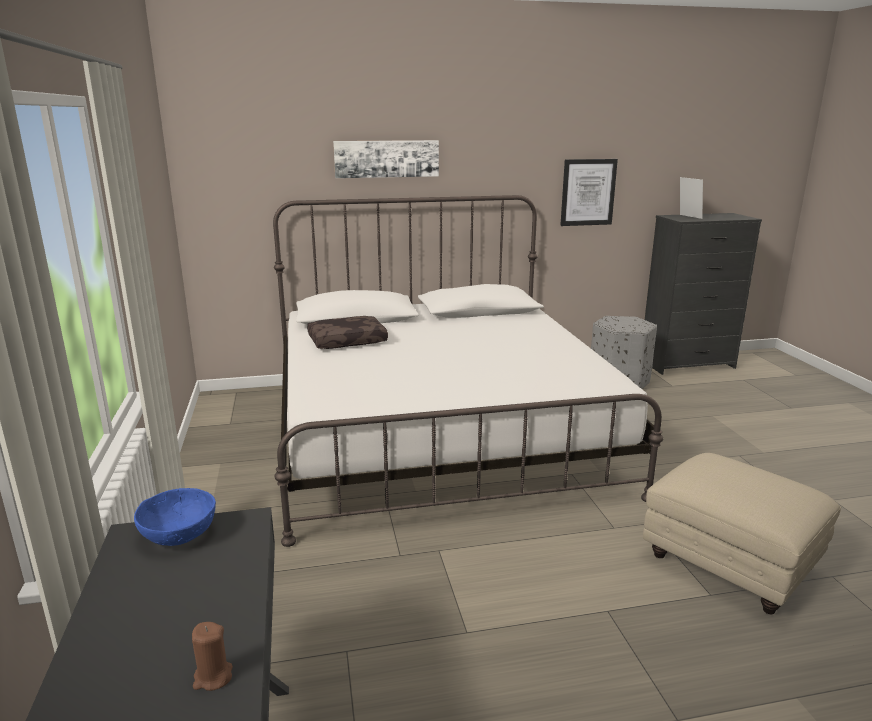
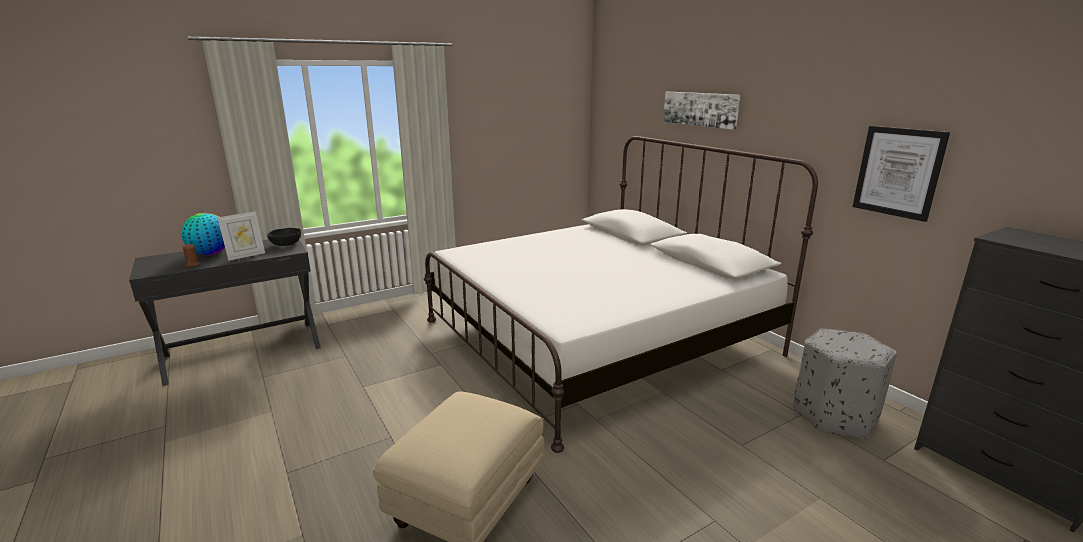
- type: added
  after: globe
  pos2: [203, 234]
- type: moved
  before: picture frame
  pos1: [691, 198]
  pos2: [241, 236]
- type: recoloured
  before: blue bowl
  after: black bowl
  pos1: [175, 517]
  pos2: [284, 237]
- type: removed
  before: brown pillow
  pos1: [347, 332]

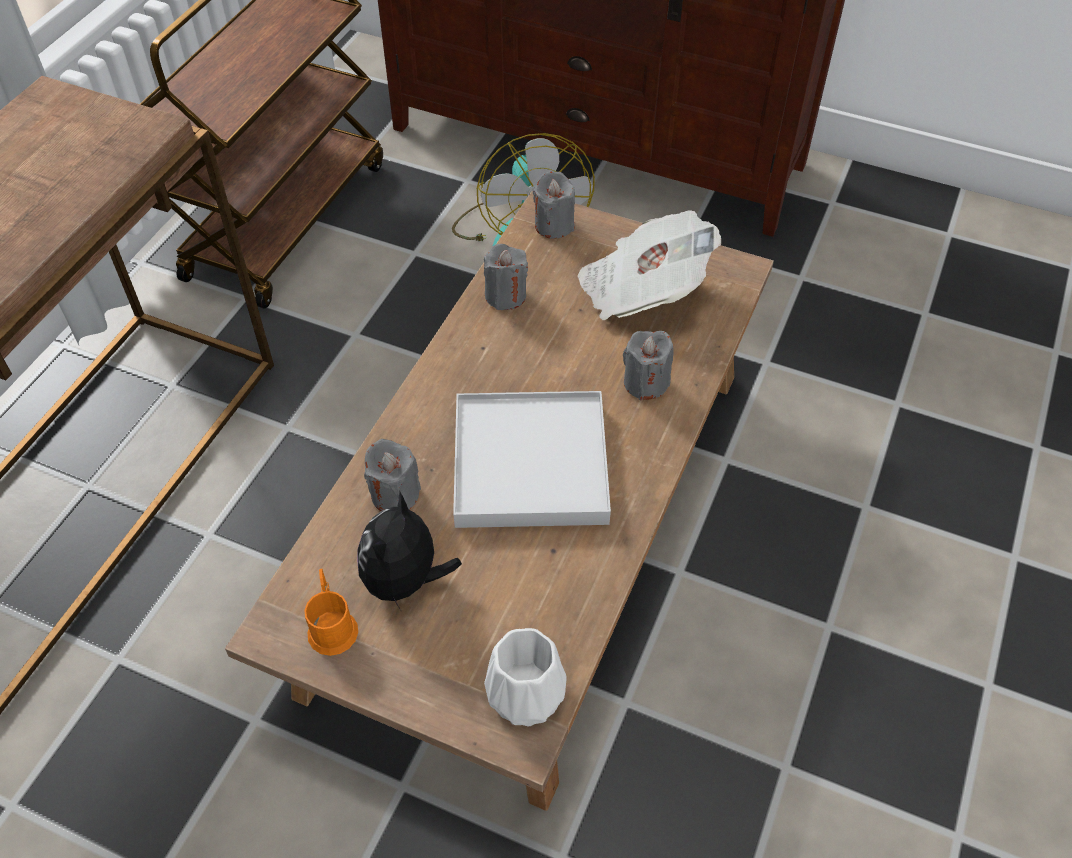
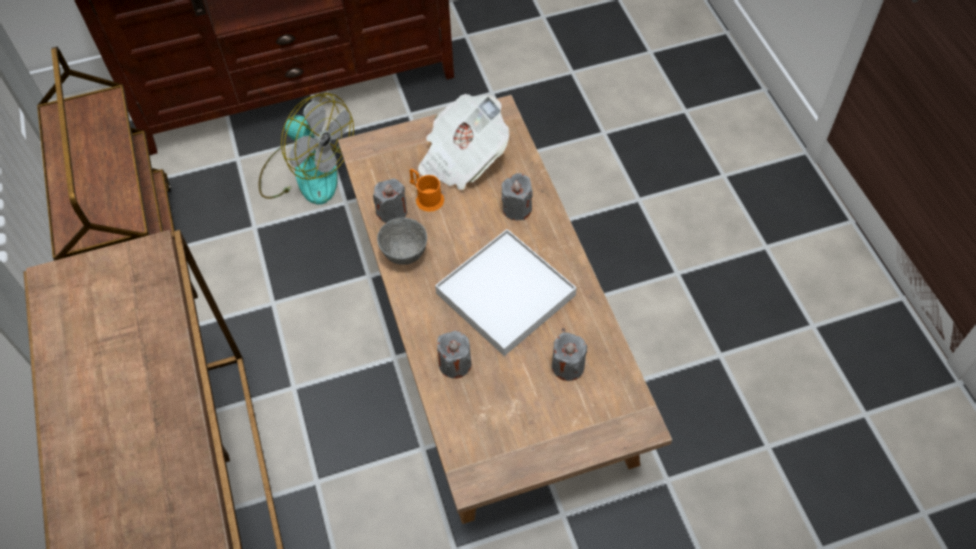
- type: added
  after: grey bowl
  pos2: [402, 241]
- type: moved
  before: orange mug
  pos1: [331, 612]
  pos2: [427, 190]
- type: moved
  before: grey candle
  pos1: [554, 205]
  pos2: [569, 356]
- type: removed
  before: plush toy
  pos1: [410, 551]
- type: removed
  before: white vase
  pos1: [525, 677]

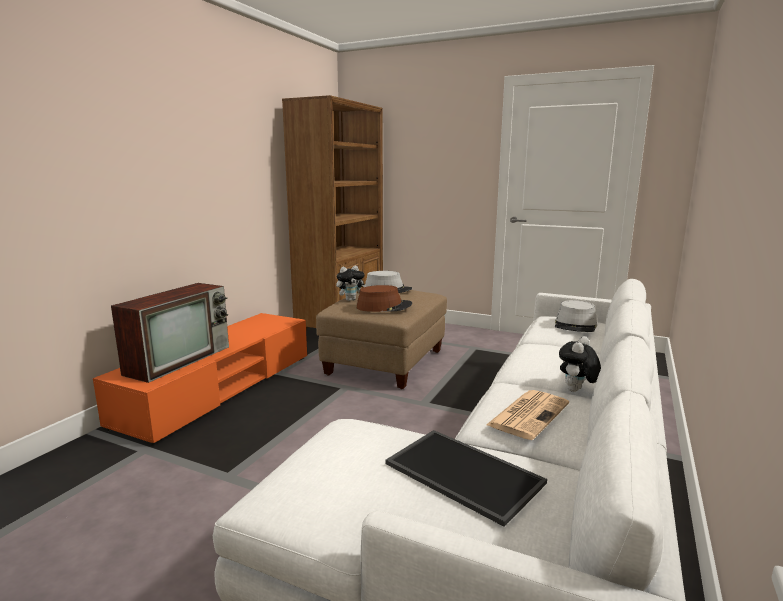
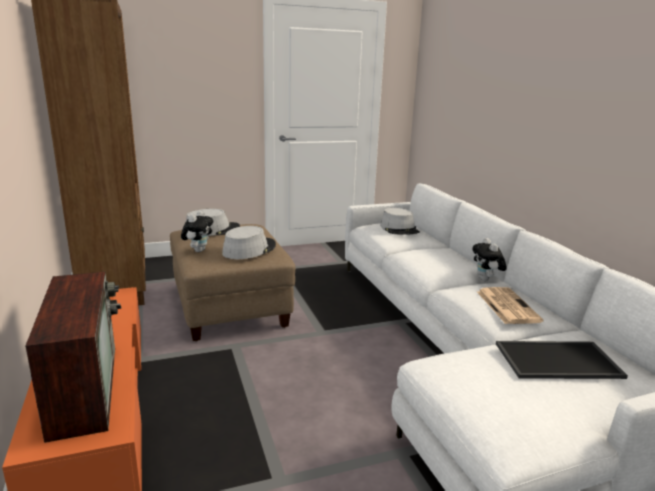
- type: recoloured
  before: brown hat
  after: grey hat
  pos1: [384, 298]
  pos2: [249, 242]

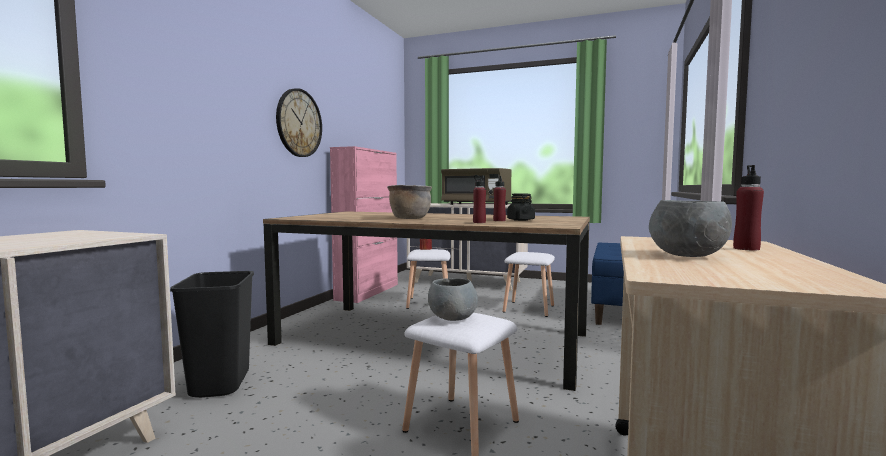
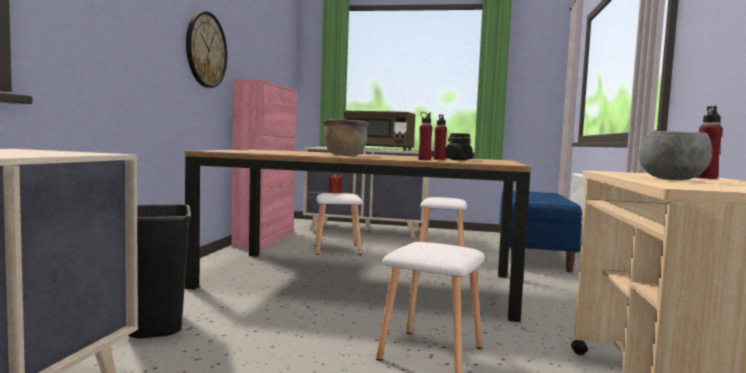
- type: removed
  before: grey bowl
  pos1: [453, 299]

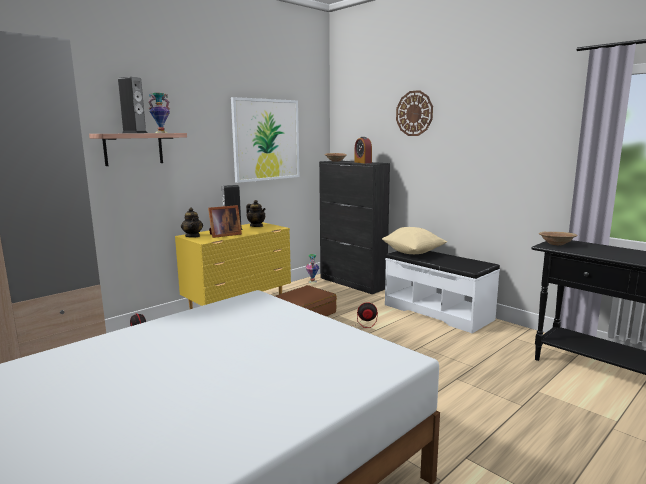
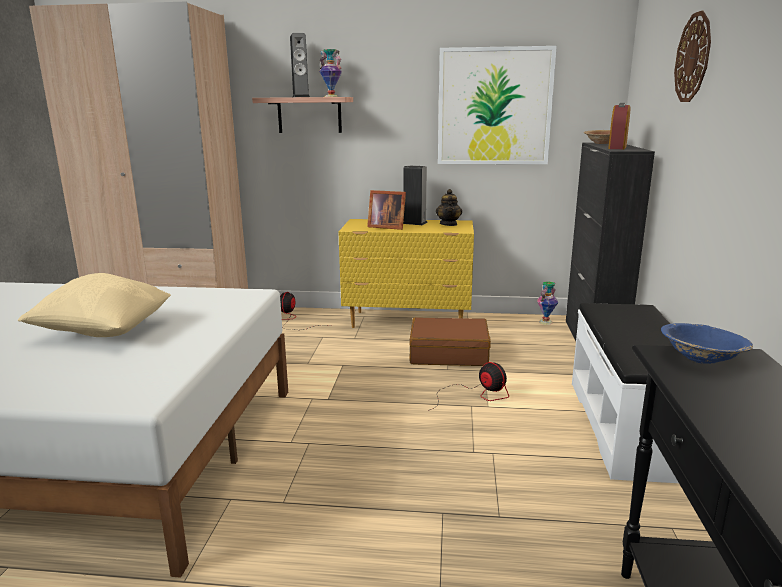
- type: moved
  before: beige pillow
  pos1: [414, 240]
  pos2: [94, 305]
- type: recoloured
  before: brown bowl
  after: blue bowl
  pos1: [558, 238]
  pos2: [707, 343]
- type: removed
  before: teapot
  pos1: [192, 222]

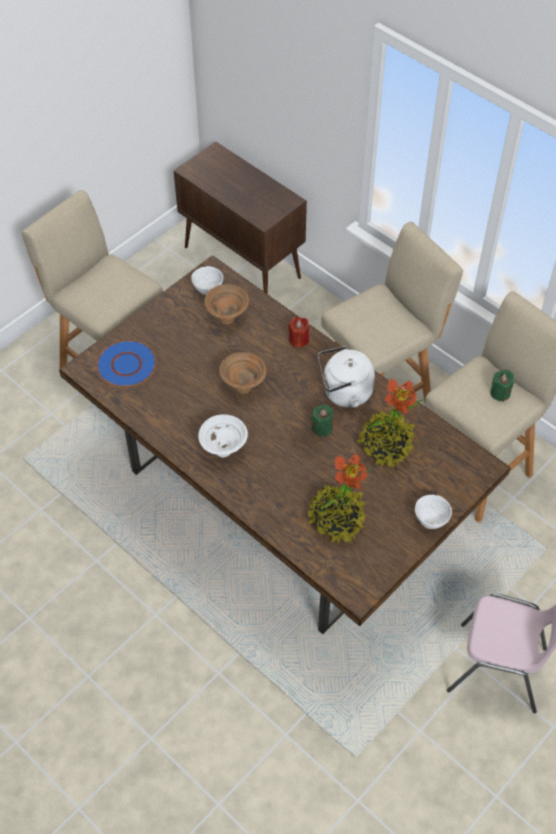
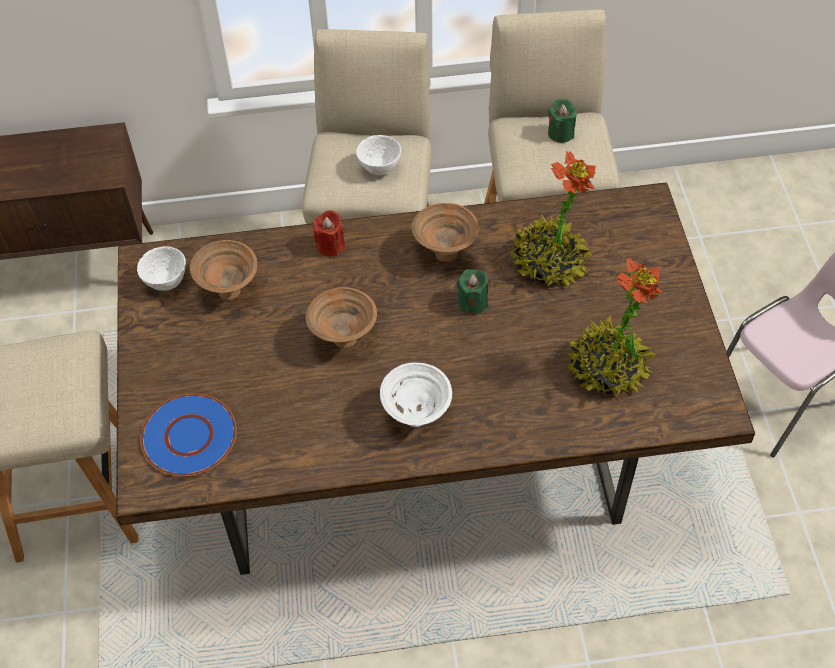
- type: moved
  before: white bowl
  pos1: [433, 512]
  pos2: [378, 155]
- type: replaced
  before: white kettle
  after: brown bowl
  pos1: [346, 377]
  pos2: [445, 232]

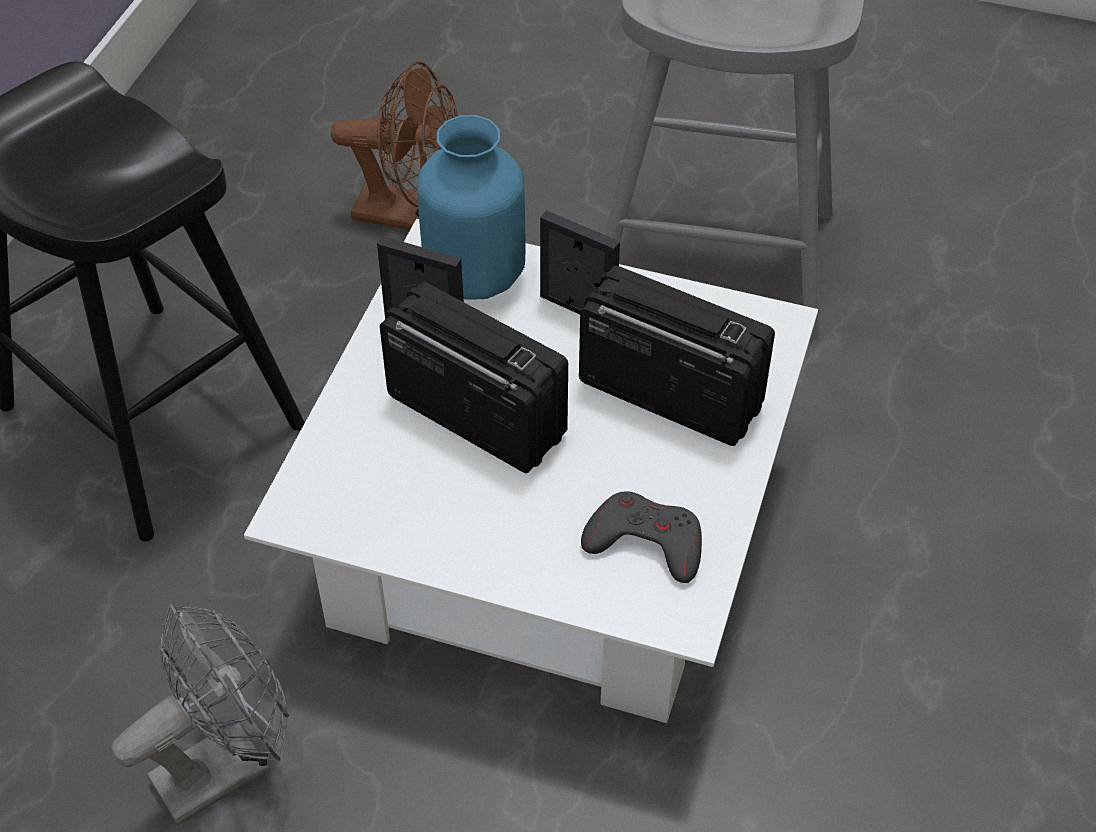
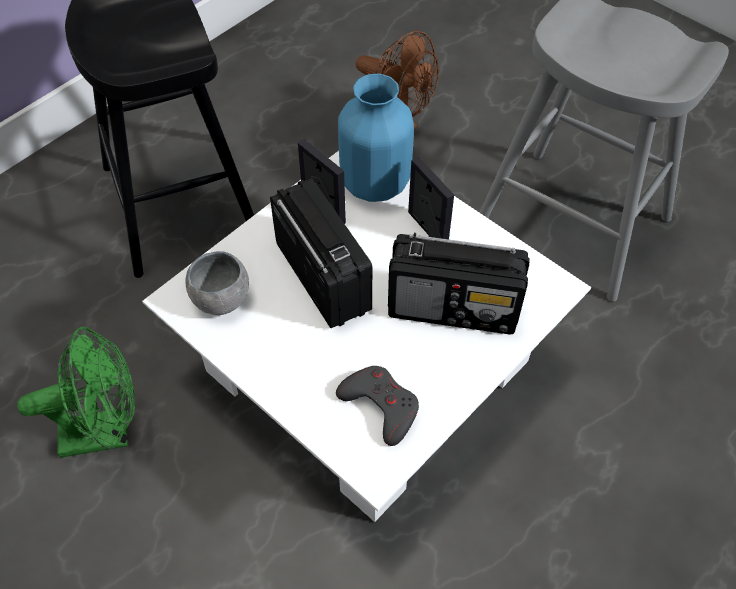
- type: recoloured
  before: grey fan
  after: green fan
  pos1: [200, 714]
  pos2: [76, 392]
- type: added
  after: grey bowl
  pos2: [217, 283]
- type: turned
  before: radio
  pos1: [677, 355]
  pos2: [459, 283]
  turn: 135

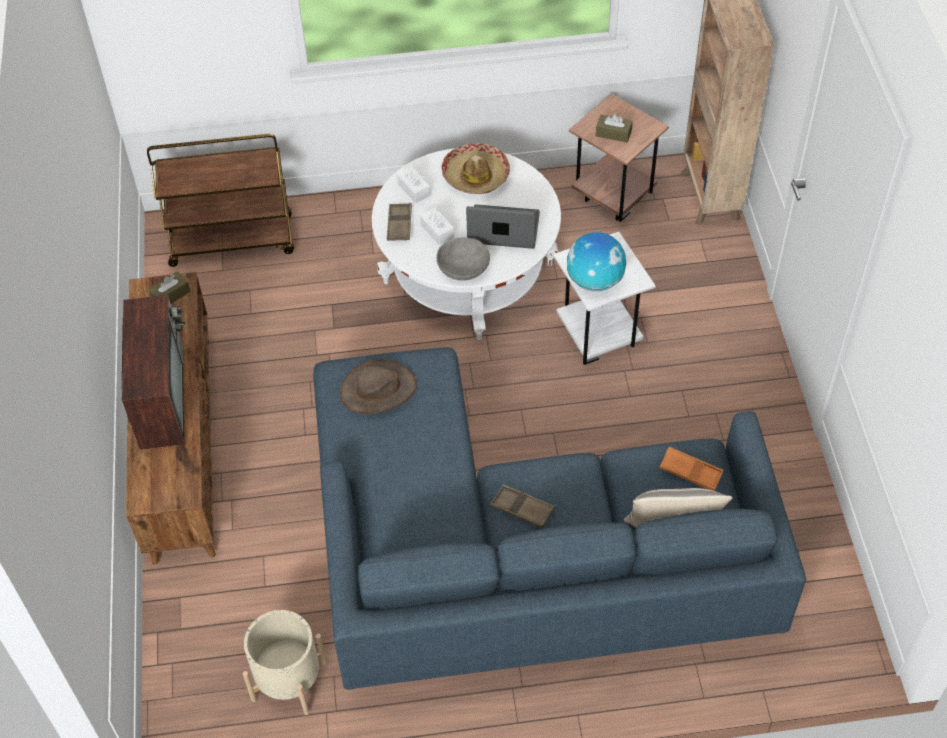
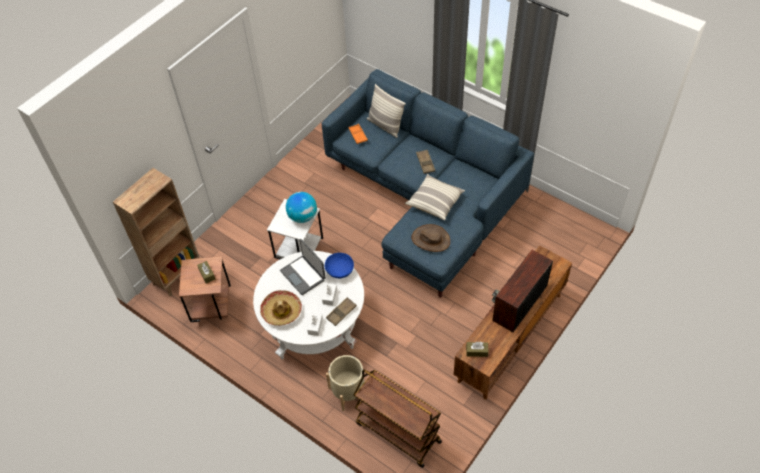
- type: recoloured
  before: grey bowl
  after: blue bowl
  pos1: [463, 259]
  pos2: [339, 265]
- type: moved
  before: beige planter
  pos1: [285, 662]
  pos2: [345, 383]
- type: added
  after: pillow
  pos2: [435, 197]

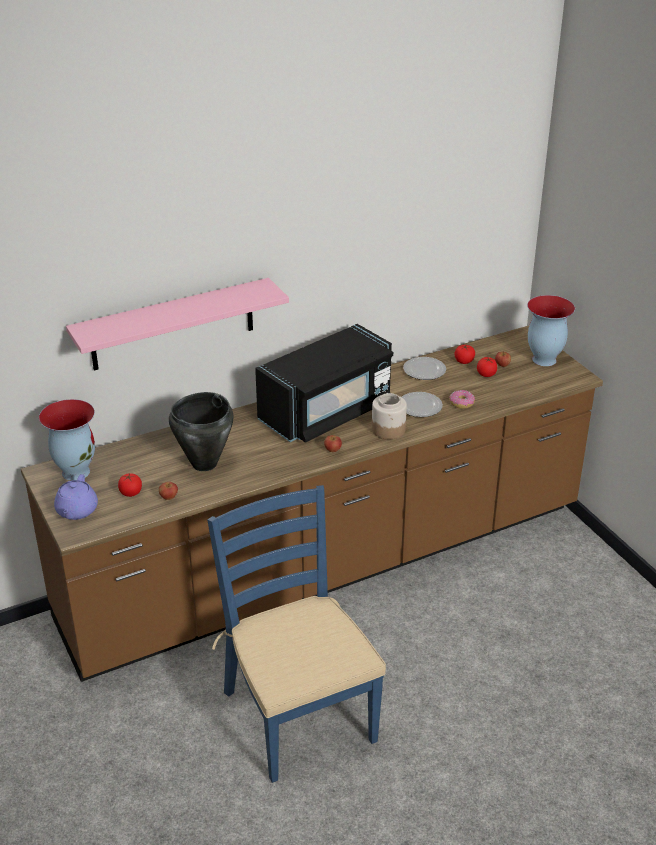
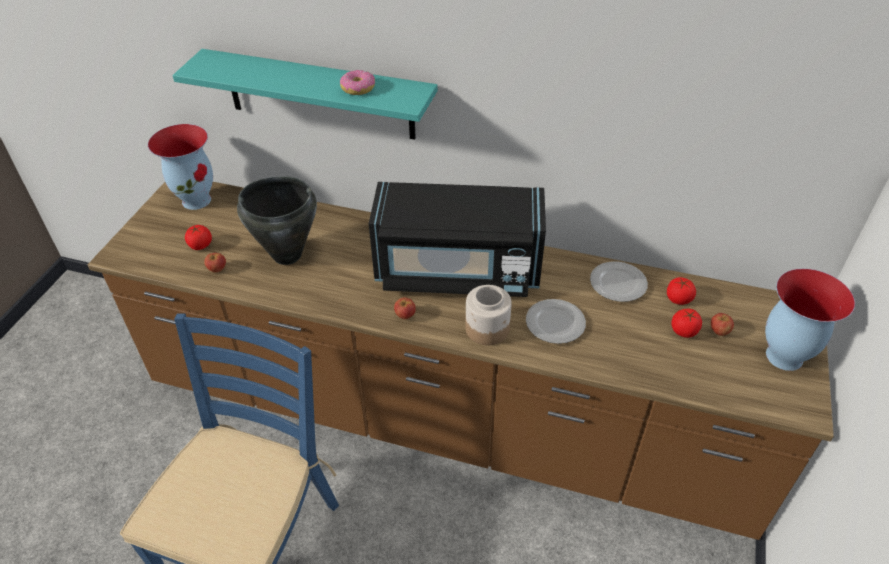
- type: recoloured
  before: pink shelf
  after: turquoise shelf
  pos1: [177, 324]
  pos2: [305, 94]
- type: moved
  before: donut
  pos1: [462, 399]
  pos2: [357, 82]
- type: removed
  before: purple teapot
  pos1: [76, 497]

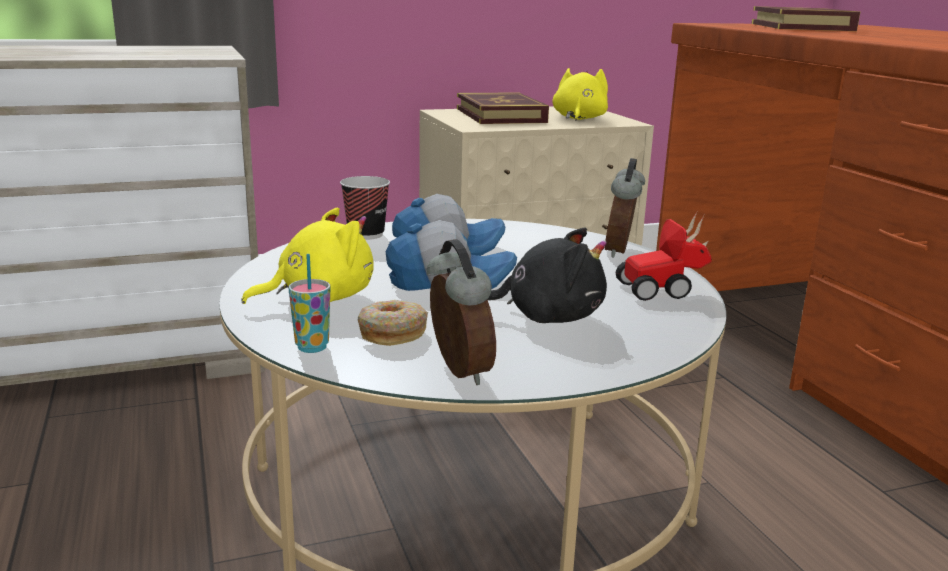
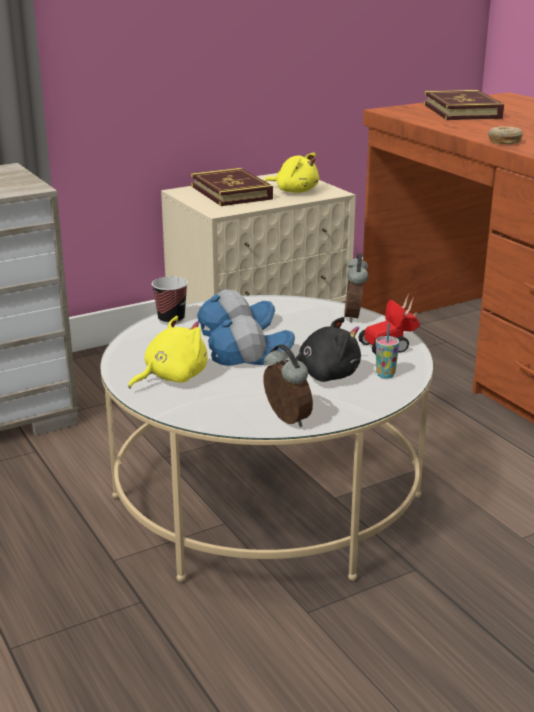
- type: turned
  before: yellow plush toy
  pos1: [580, 94]
  pos2: [291, 173]
  turn: 120
- type: moved
  before: cup
  pos1: [309, 303]
  pos2: [387, 350]
- type: moved
  before: donut
  pos1: [393, 323]
  pos2: [505, 135]

